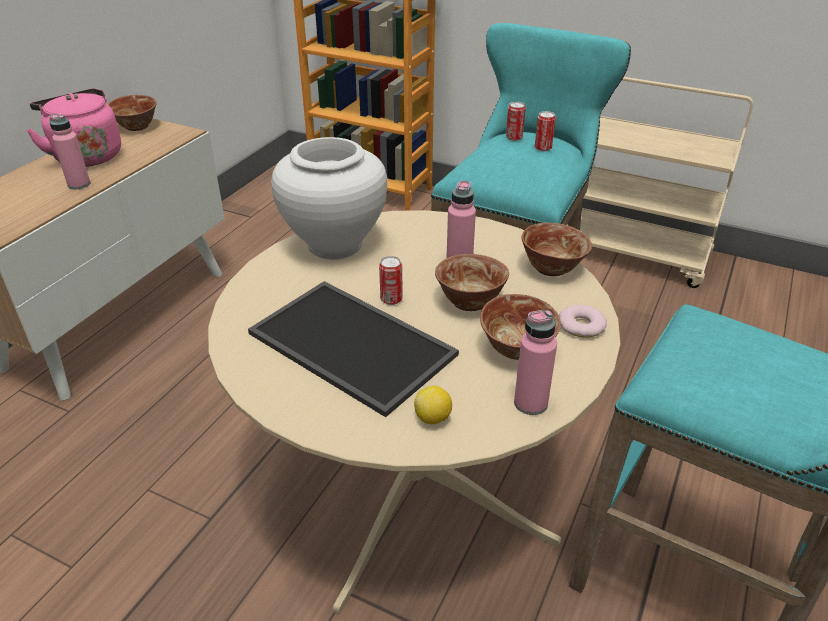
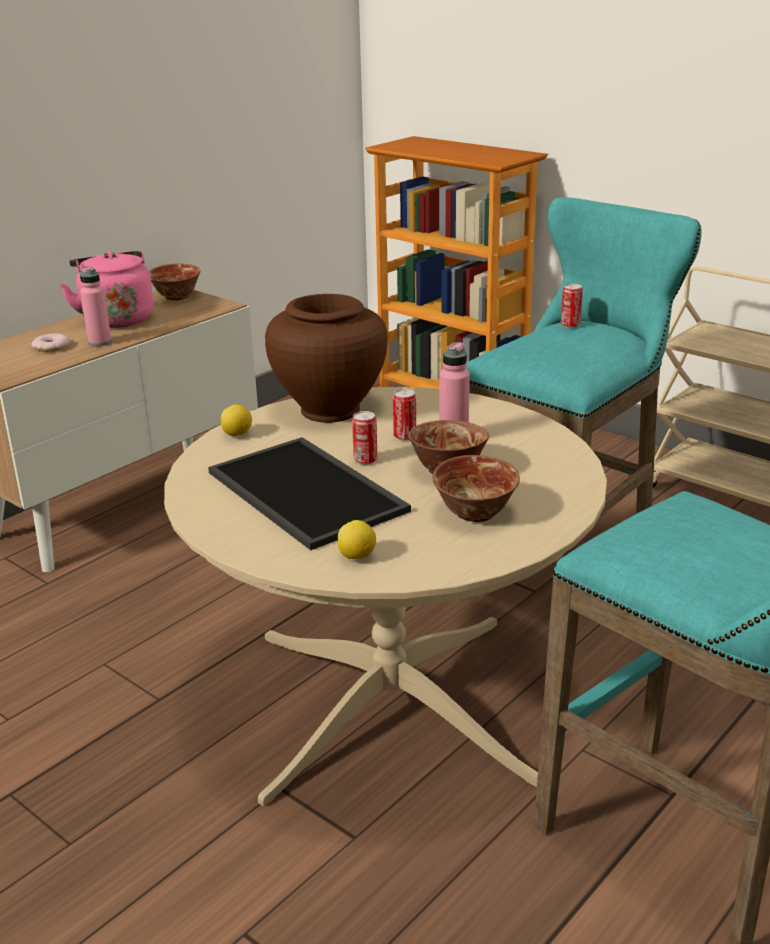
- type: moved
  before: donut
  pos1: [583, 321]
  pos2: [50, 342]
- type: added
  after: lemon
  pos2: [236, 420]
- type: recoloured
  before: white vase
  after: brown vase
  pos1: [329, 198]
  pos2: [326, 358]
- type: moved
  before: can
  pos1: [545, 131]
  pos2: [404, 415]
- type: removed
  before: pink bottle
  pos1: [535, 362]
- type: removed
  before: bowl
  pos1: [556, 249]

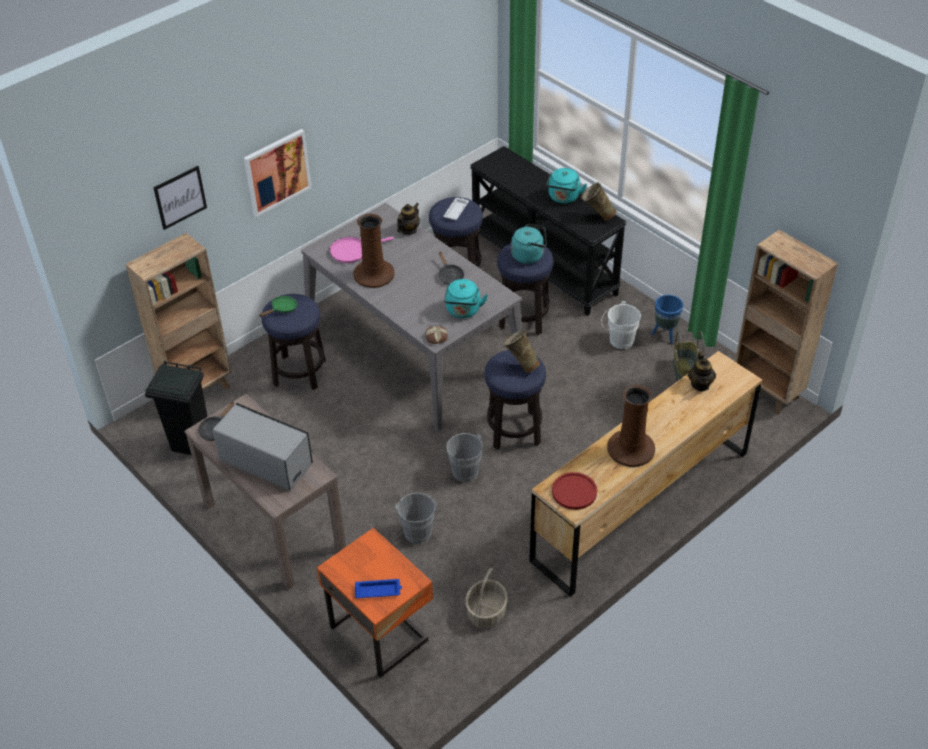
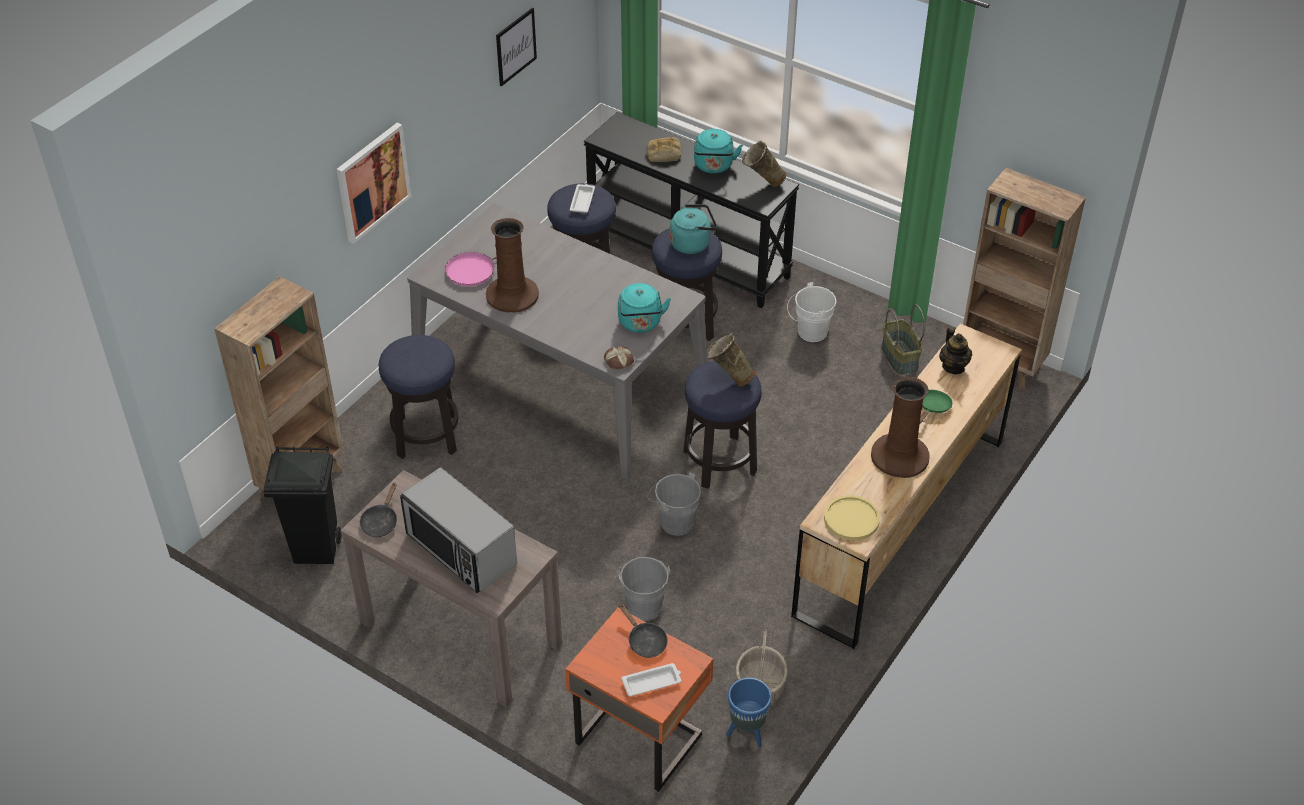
- type: turned
  before: microwave
  pos1: [262, 447]
  pos2: [458, 530]
  turn: -150
- type: moved
  before: picture
  pos1: [180, 198]
  pos2: [516, 47]
- type: moved
  before: black frying pan
  pos1: [451, 268]
  pos2: [643, 631]
- type: recoloured
  before: blue tray
  after: white tray
  pos1: [378, 588]
  pos2: [651, 679]
- type: added
  after: bread
  pos2: [664, 149]
- type: moved
  before: blue planter
  pos1: [667, 319]
  pos2: [749, 712]
- type: recoloured
  before: red plate
  after: yellow plate
  pos1: [574, 491]
  pos2: [852, 517]
- type: moved
  before: green frying pan
  pos1: [278, 306]
  pos2: [936, 407]
- type: removed
  before: teapot
  pos1: [408, 219]

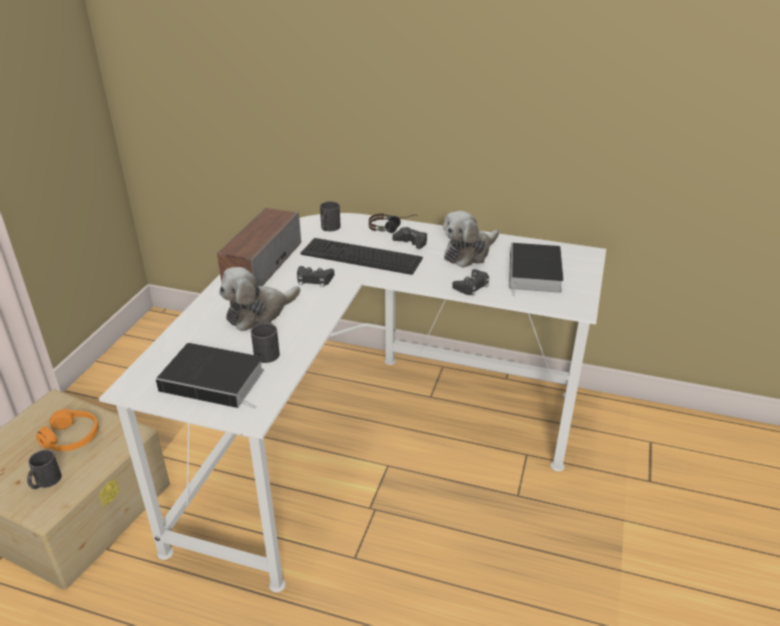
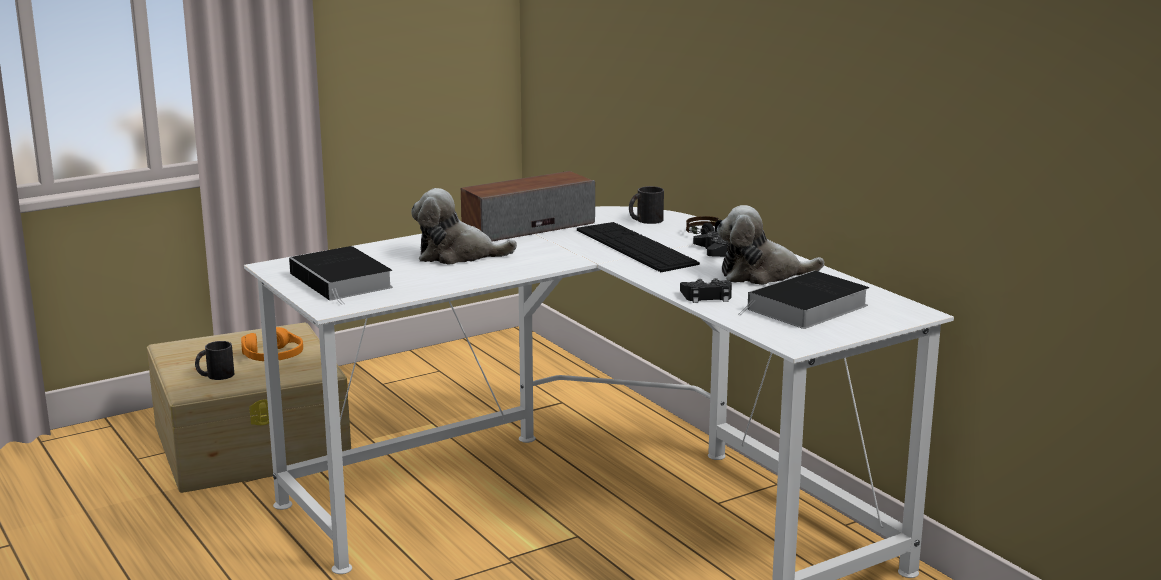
- type: removed
  before: black mug
  pos1: [265, 342]
- type: removed
  before: black game controller
  pos1: [315, 276]

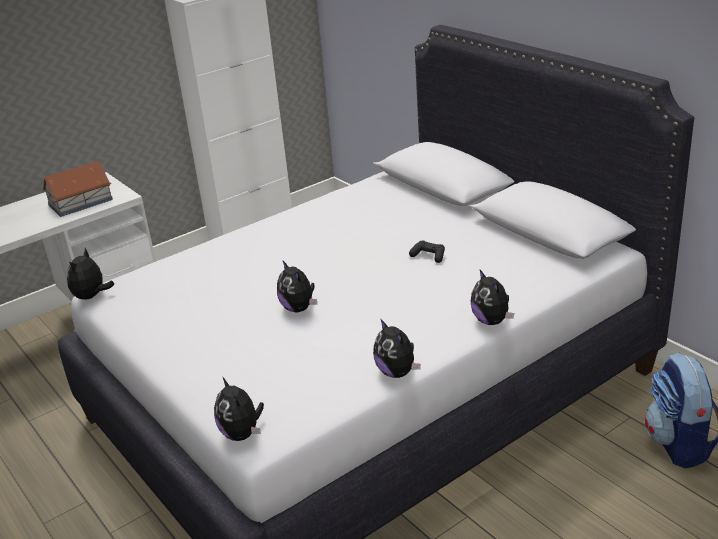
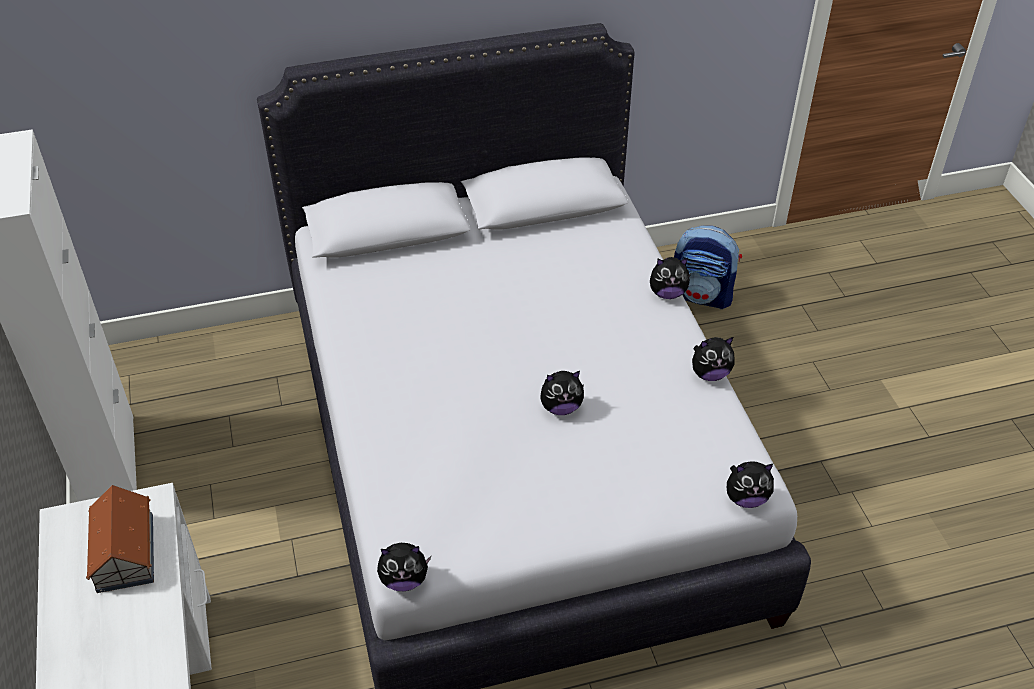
- type: turned
  before: plush toy
  pos1: [90, 273]
  pos2: [404, 567]
  turn: -45
- type: removed
  before: black game controller
  pos1: [427, 251]

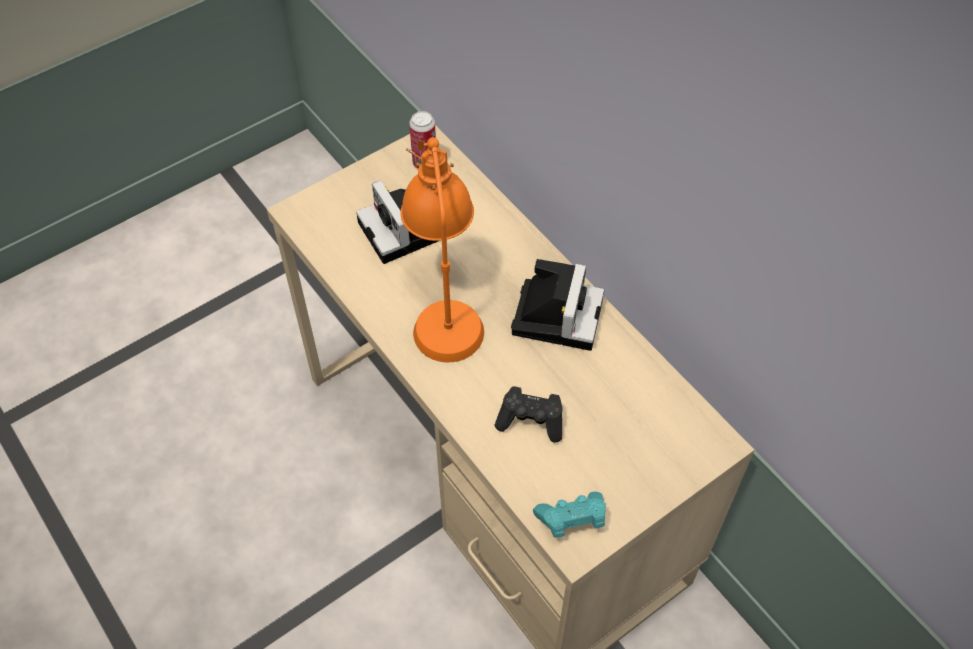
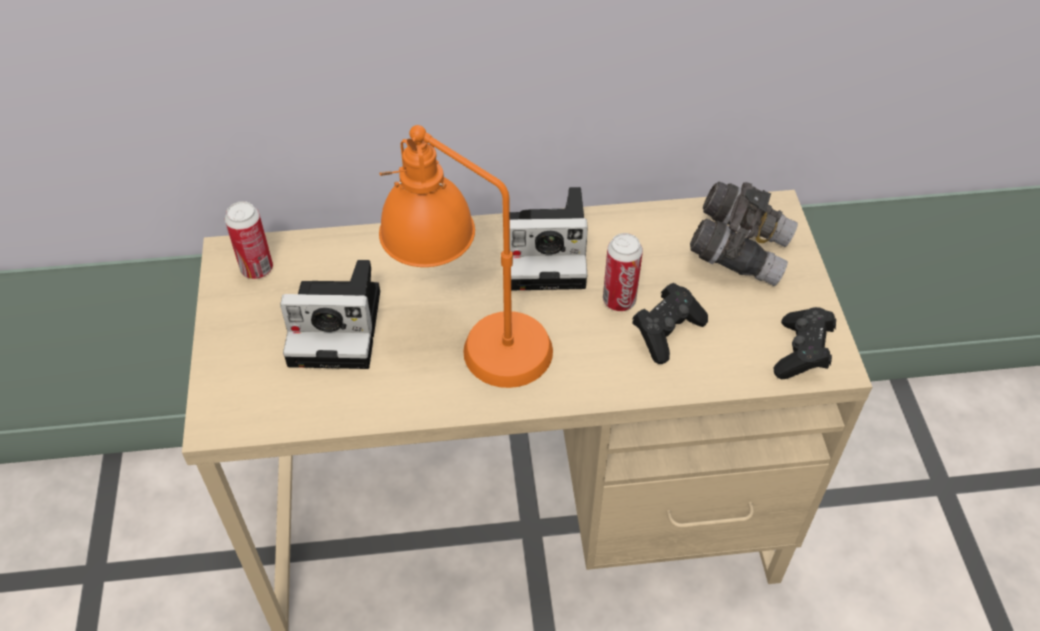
- type: turned
  before: photo camera
  pos1: [557, 305]
  pos2: [549, 239]
  turn: 135
- type: added
  after: can
  pos2: [623, 272]
- type: added
  after: grey binoculars
  pos2: [744, 234]
- type: recoloured
  before: turquoise game controller
  after: black game controller
  pos1: [569, 515]
  pos2: [805, 343]

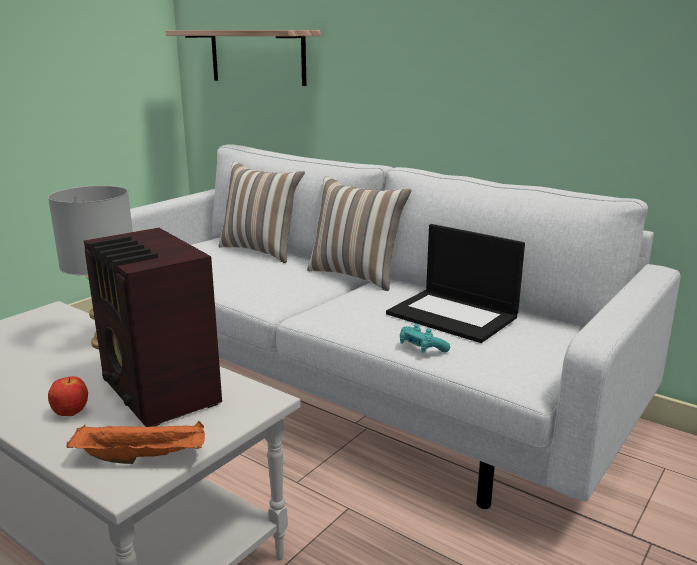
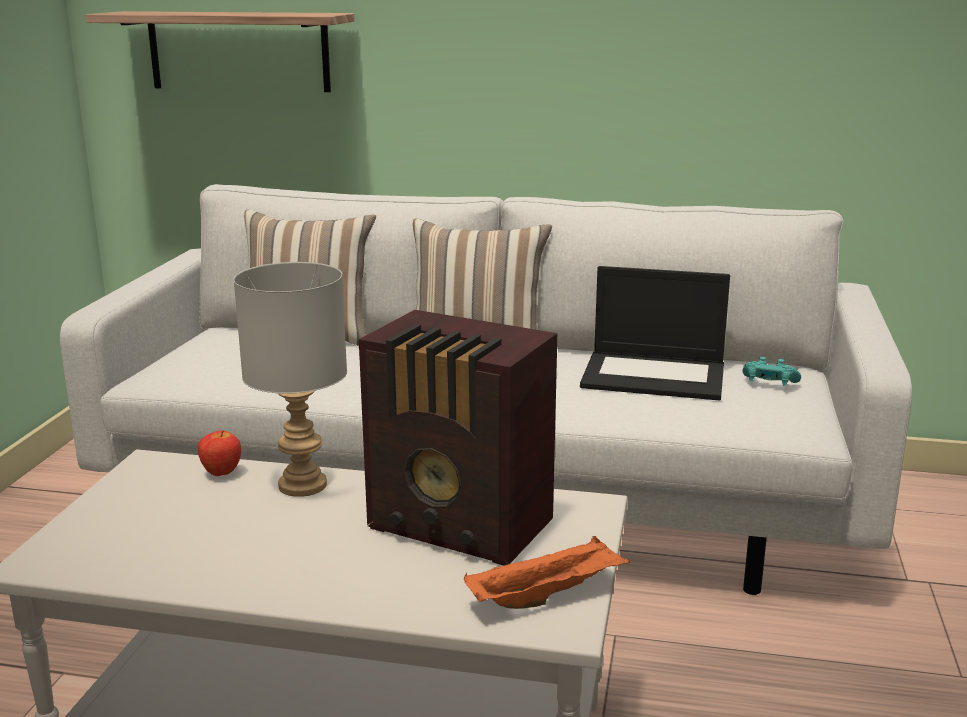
- type: moved
  before: apple
  pos1: [68, 396]
  pos2: [219, 453]
- type: moved
  before: turquoise game controller
  pos1: [425, 338]
  pos2: [771, 371]

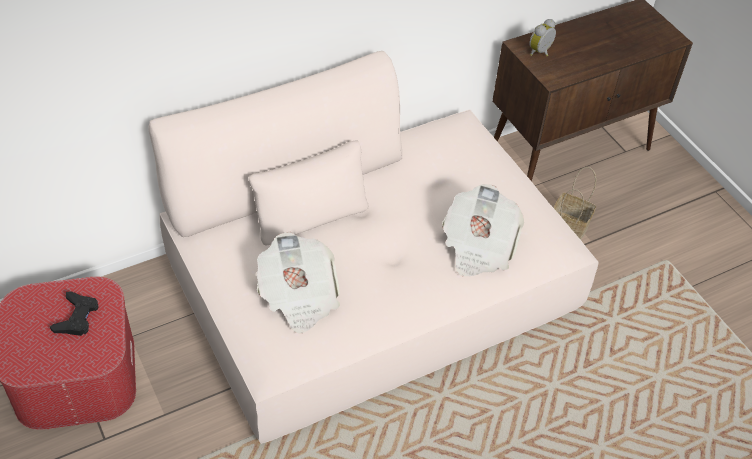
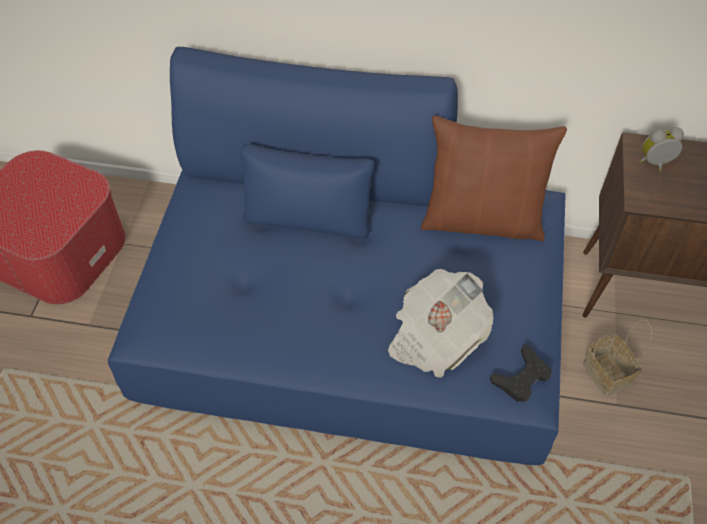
- type: recoloured
  before: beige sofa
  after: blue sofa
  pos1: [373, 247]
  pos2: [337, 256]
- type: added
  after: brown pillow
  pos2: [494, 178]
- type: moved
  before: black game controller
  pos1: [74, 313]
  pos2: [521, 373]
- type: removed
  before: newspaper
  pos1: [298, 283]

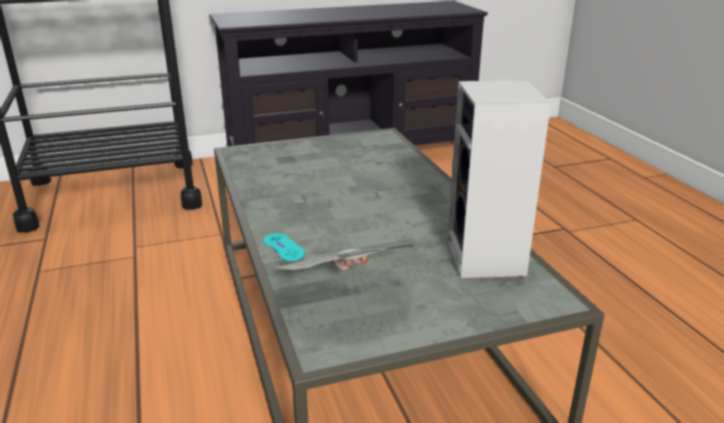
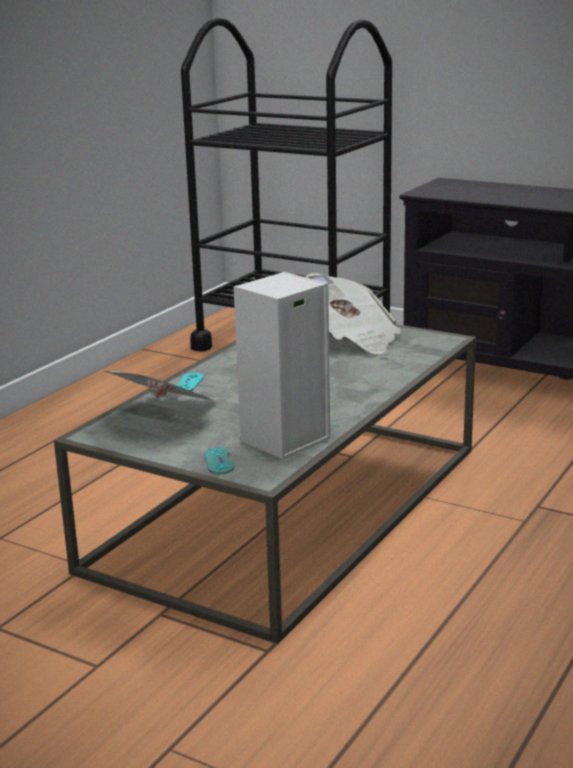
- type: added
  after: turquoise game controller
  pos2: [219, 460]
- type: added
  after: newspaper
  pos2: [353, 313]

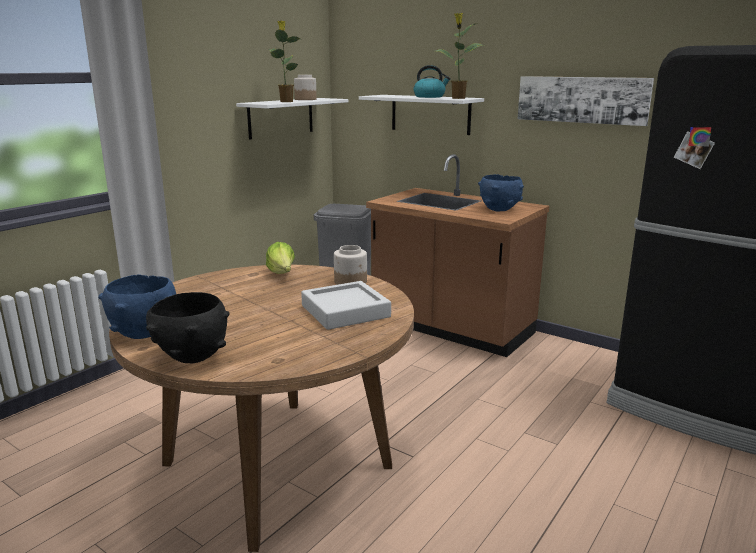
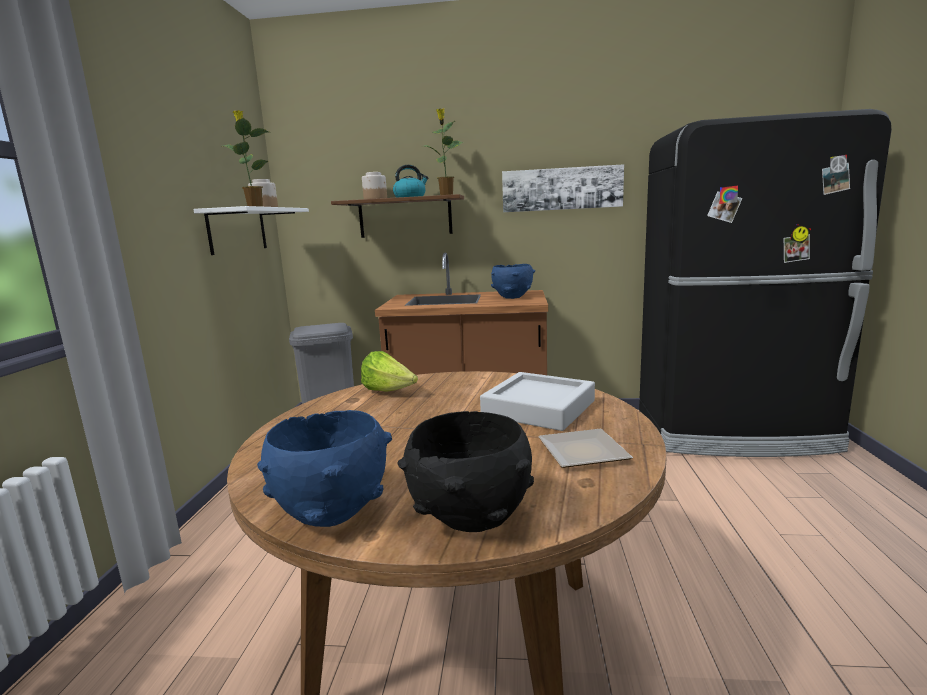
- type: recoloured
  before: white shelf
  after: brown shelf
  pos1: [421, 115]
  pos2: [397, 216]
- type: moved
  before: jar
  pos1: [350, 265]
  pos2: [374, 185]
- type: added
  after: plate
  pos2: [585, 448]

